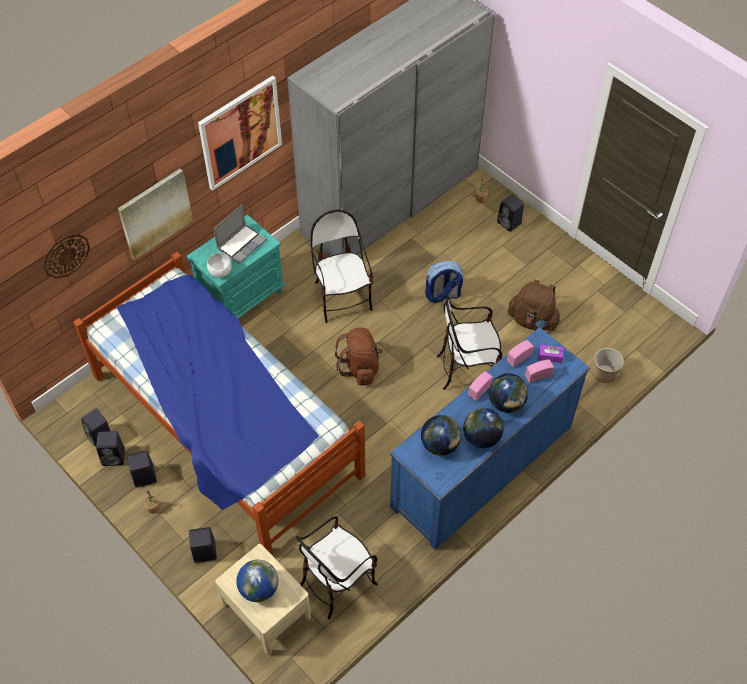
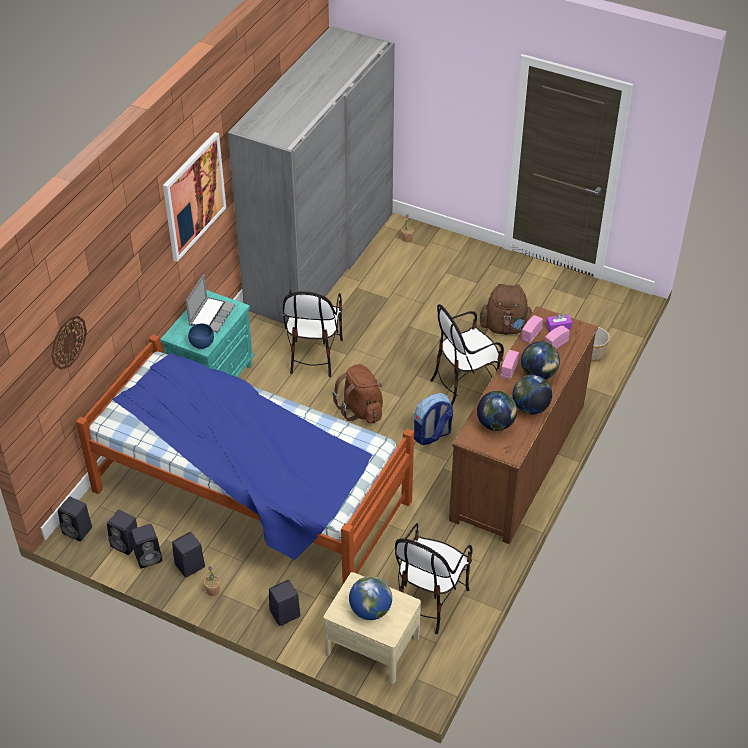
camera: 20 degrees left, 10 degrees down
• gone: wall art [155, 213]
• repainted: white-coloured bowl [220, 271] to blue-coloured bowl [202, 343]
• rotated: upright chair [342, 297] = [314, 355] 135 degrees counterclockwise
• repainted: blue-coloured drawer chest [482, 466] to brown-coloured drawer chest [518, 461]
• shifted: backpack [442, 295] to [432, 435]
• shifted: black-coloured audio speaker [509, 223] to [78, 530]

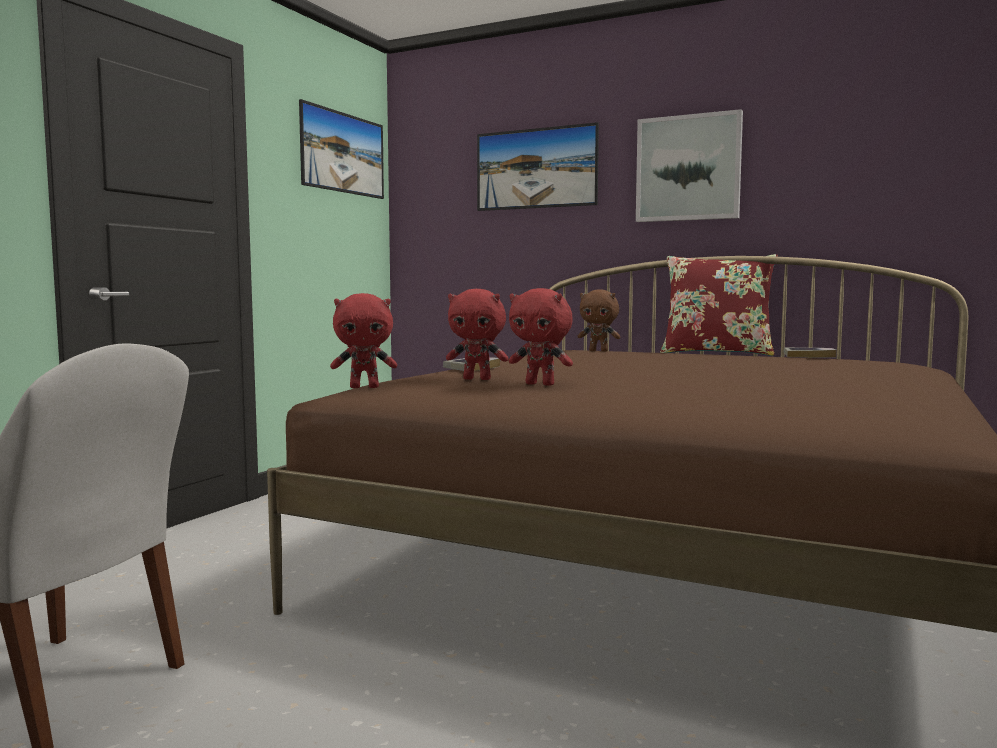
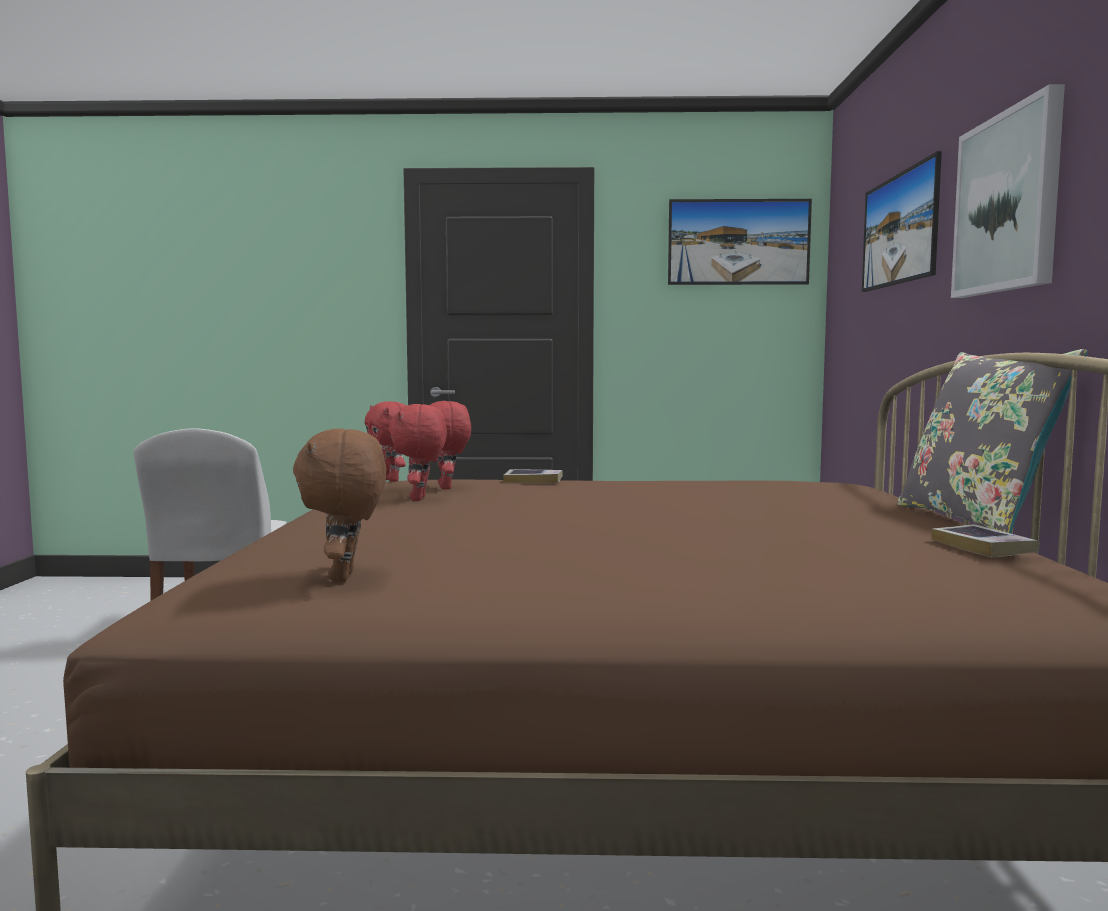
camera: 65 degrees right, 0 degrees up
• shifted: brown-coloured plush toy [599, 351] to [345, 577]
• repainted: reddish pillow [717, 353] to greyish pillow [976, 520]

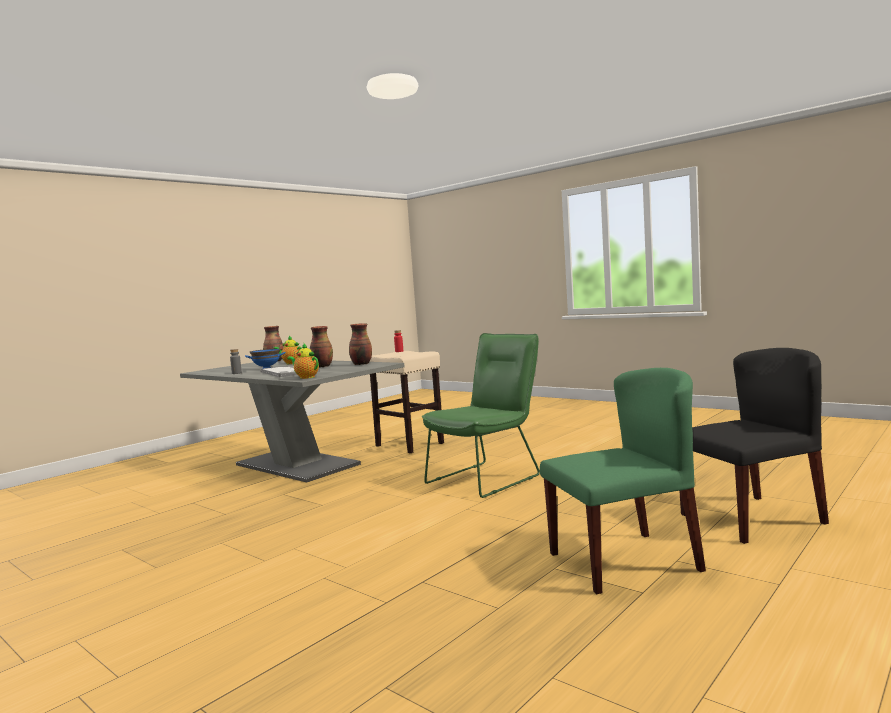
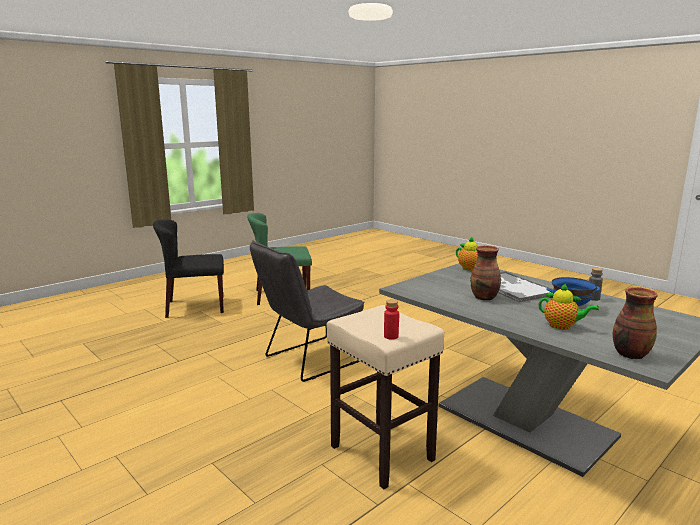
camera: 175 degrees left, 10 degrees up
• gone: decorative vase [361, 364]
• repainted: green-coloured upright chair [488, 477] to greyish upright chair [309, 360]

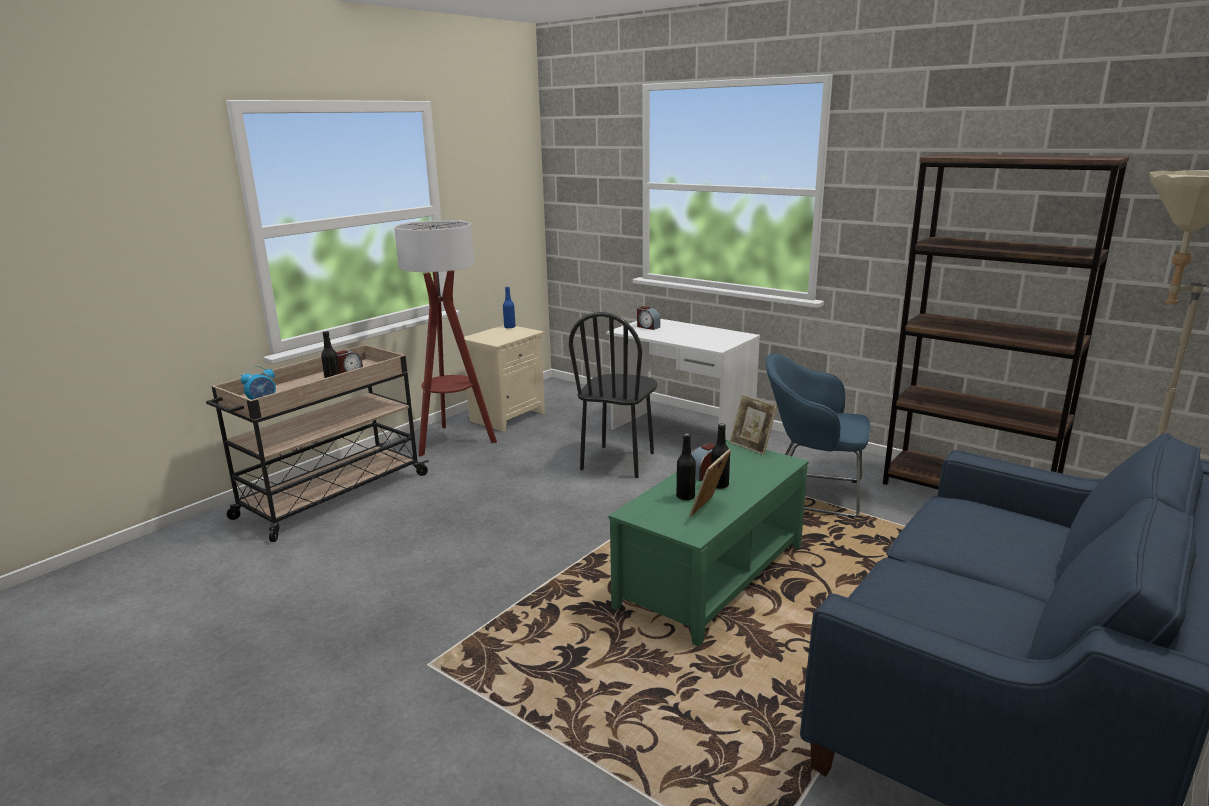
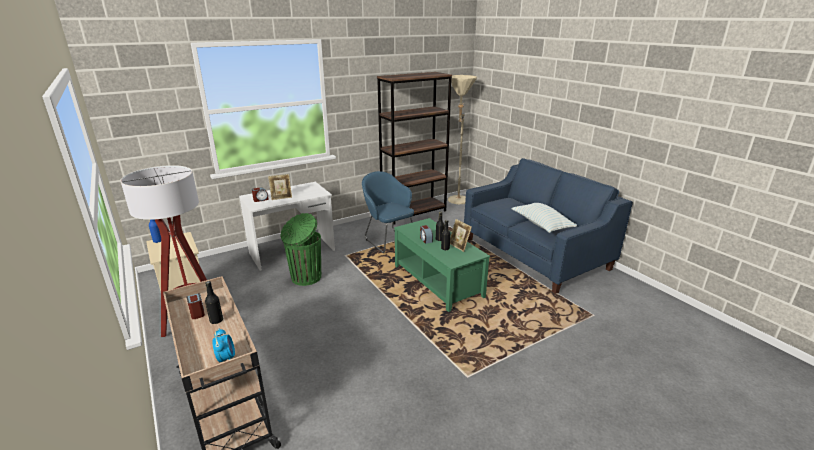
camera: 70 degrees left, 5 degrees up
• swapped: black-coloured upright chair [618, 461] to green-coloured rubbish bin [305, 278]
• shifted: picture frame [751, 446] to [281, 197]
• rotated: blue-coloured armchair [811, 493] = [388, 240] 105 degrees clockwise
• new: pillow [541, 225]

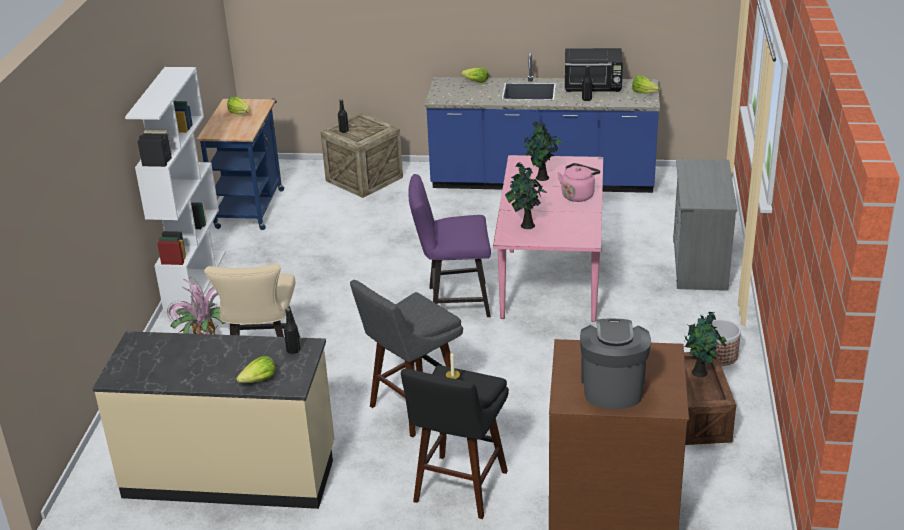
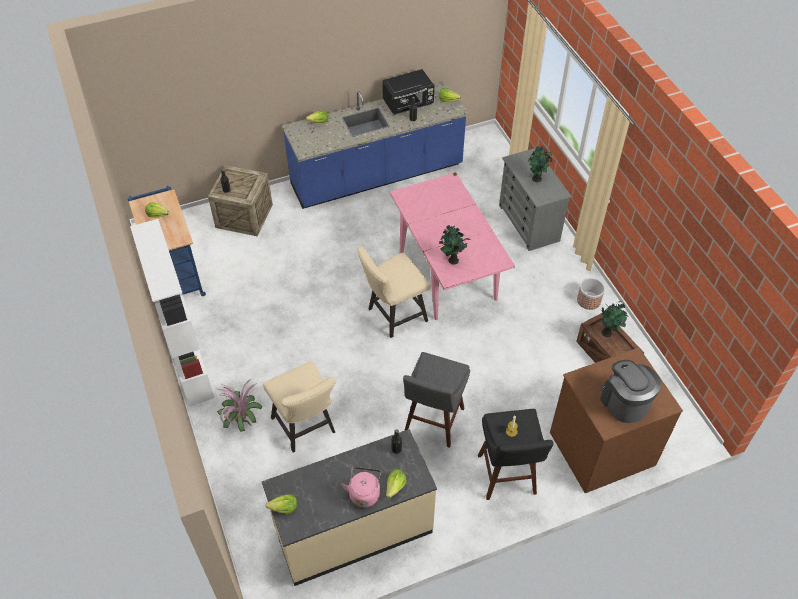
camera: 30 degrees left, 20 degrees up
• repainted: purple-coloured upright chair [453, 301] to beige-coloured upright chair [393, 316]
• shifted: potted plant [542, 178] to [536, 179]
• shifted: pinkish tea kettle [578, 195] to [364, 493]
• new: head of lettuce [284, 508]

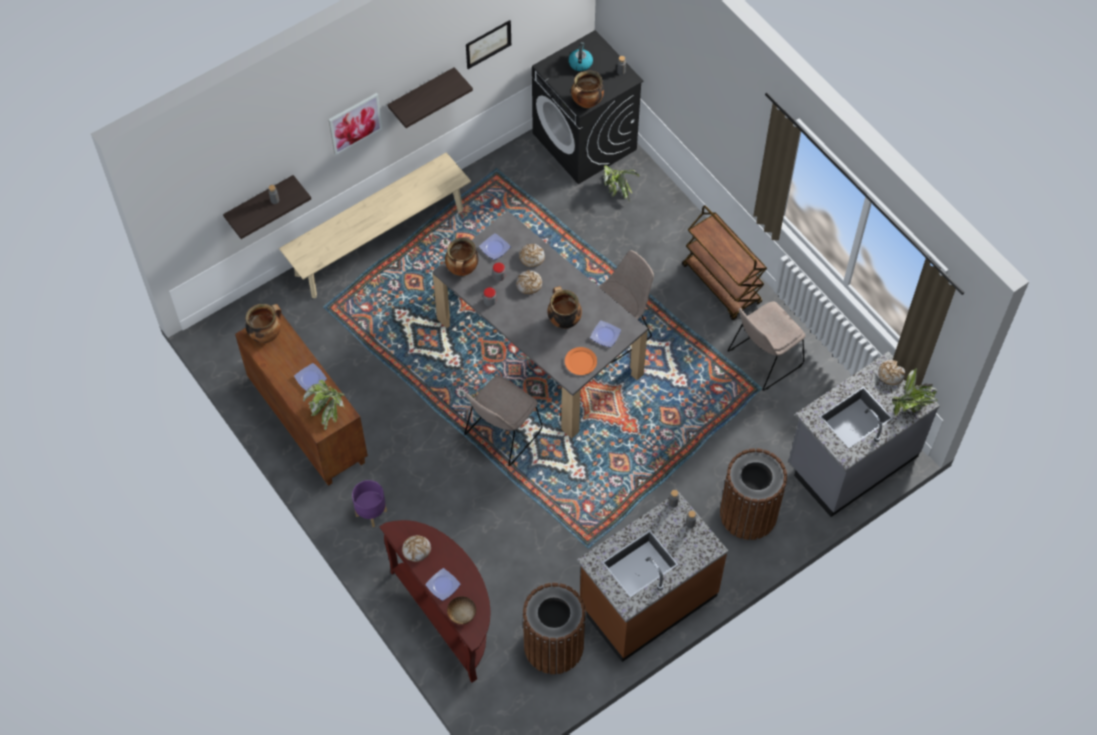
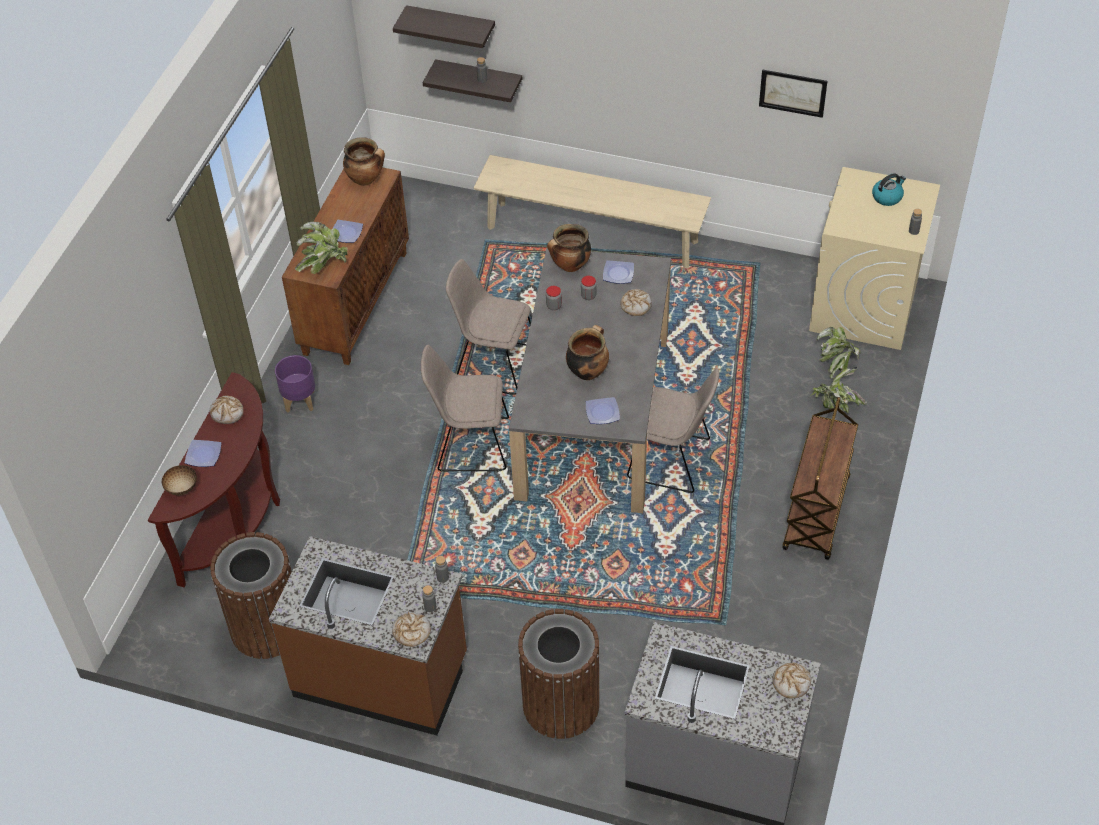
camera: 55 degrees right, 10 degrees down
• gone: wall art [355, 123]
• shifted: shelf [421, 94] to [451, 26]
• shifted: bakery bread [529, 284] to [411, 632]
• repainted: black-coloured washing machine [585, 142] to beige-coloured washing machine [864, 307]
• gone: orangey plate [580, 362]
• gone: stockpot [586, 103]
• shifted: beige-coloured upright chair [763, 359] to [493, 364]
• shifted: potted plant [912, 404] to [834, 405]

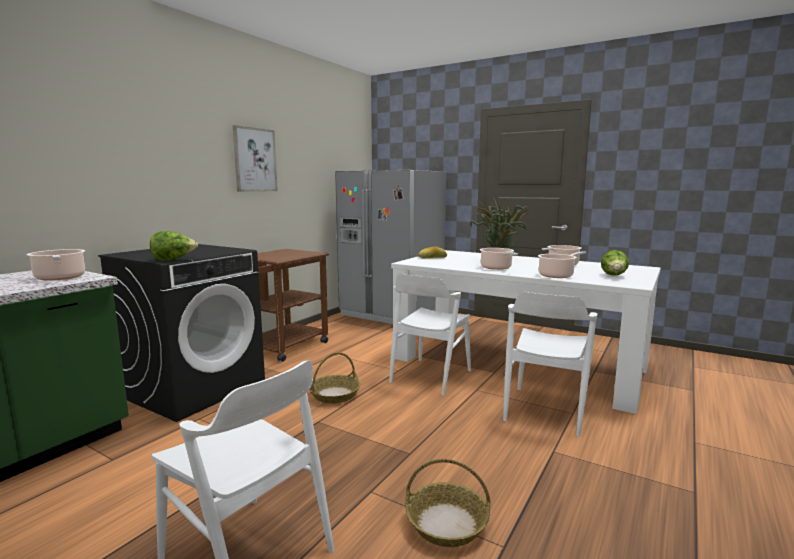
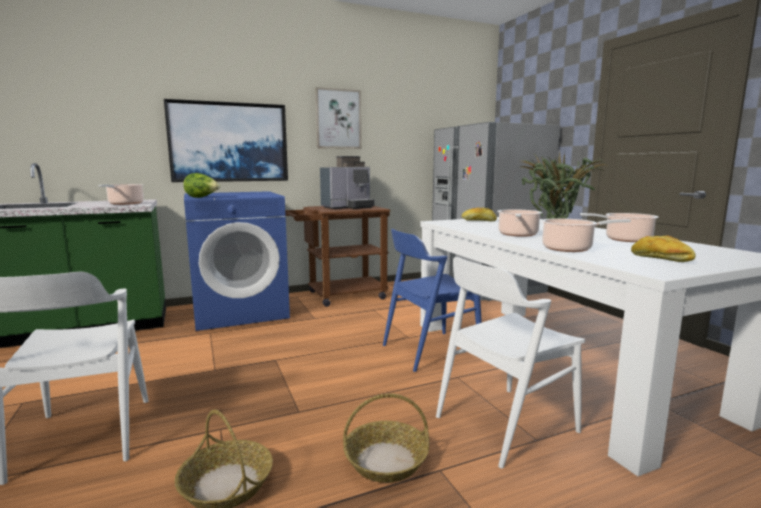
camera: 35 degrees right, 0 degrees up
• repainted: black-coloured washing machine [194, 388] to blue-coloured washing machine [240, 311]
• shifted: basket [334, 395] to [385, 461]
• repainted: white-coloured upright chair [430, 376] to blue-coloured upright chair [430, 350]
• swapped: head of lettuce [614, 276] to bakery bread [660, 259]
• new: wall art [229, 142]
• new: coffee machine [348, 207]

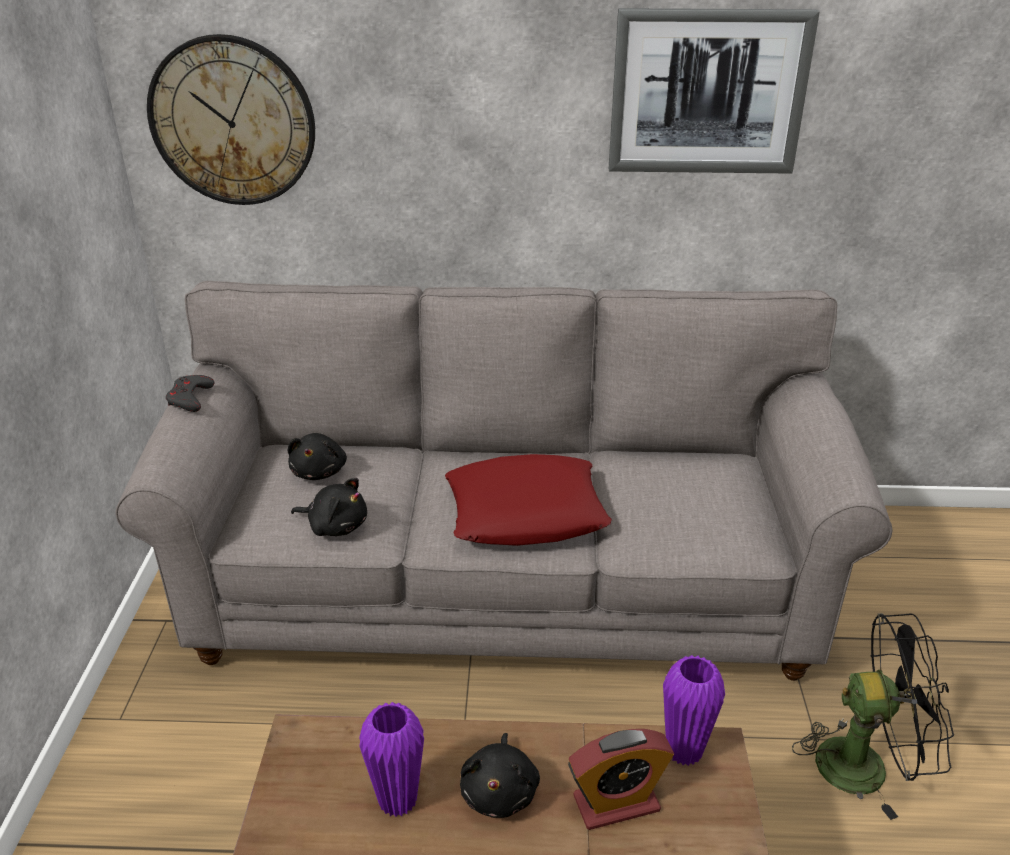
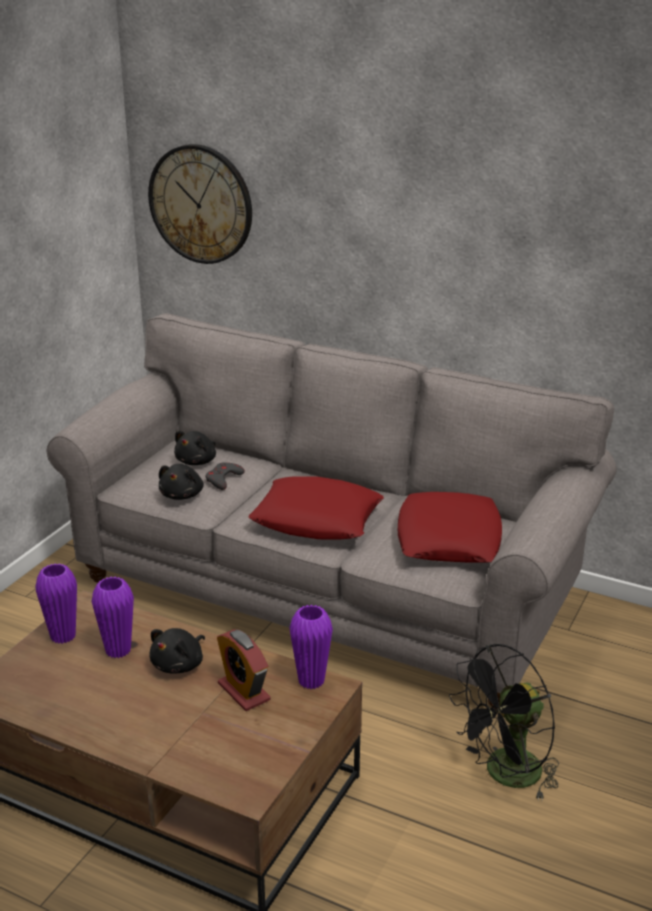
camera: 25 degrees right, 5 degrees down
• shifted: greyish game controller [190, 398] to [223, 479]
• rotated: black-coloured plush toy [335, 525] = [182, 495] 60 degrees clockwise
• rotated: alarm clock [616, 803] = [244, 692] 45 degrees clockwise
• gone: wall art [708, 92]
• rotated: black-coloured electric fan [866, 764] = [505, 776] 120 degrees clockwise
• new: purple-coloured decorative vase [63, 636]
• new: reddish pillow [449, 538]

